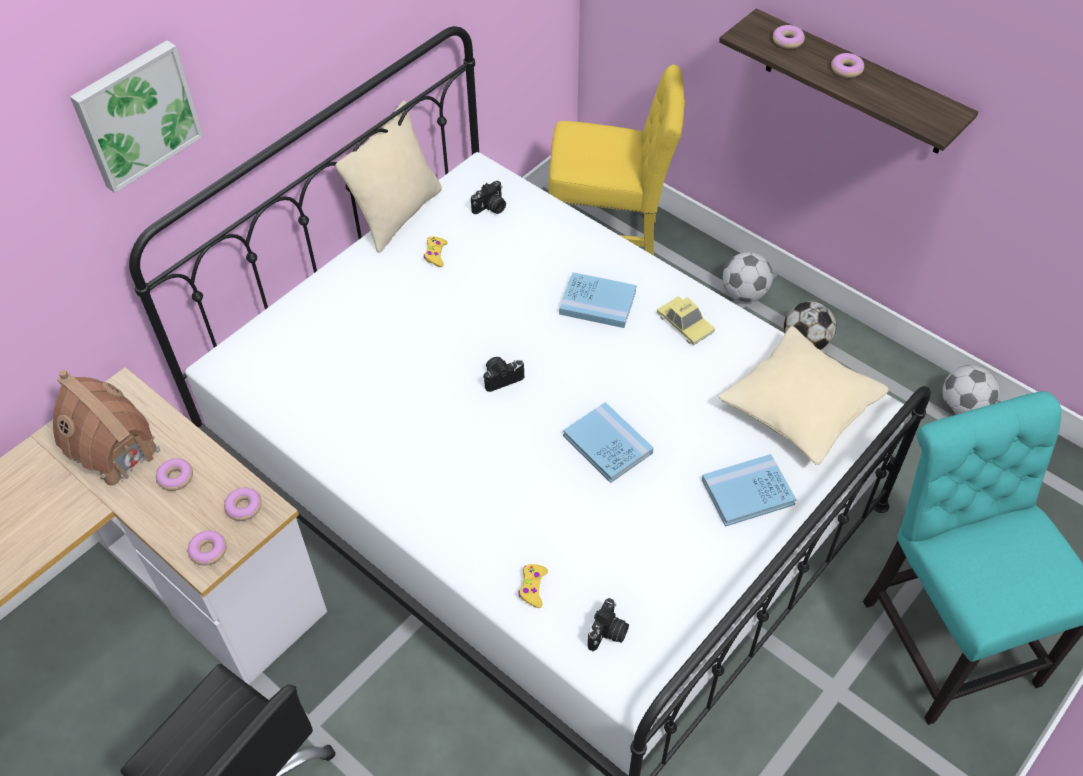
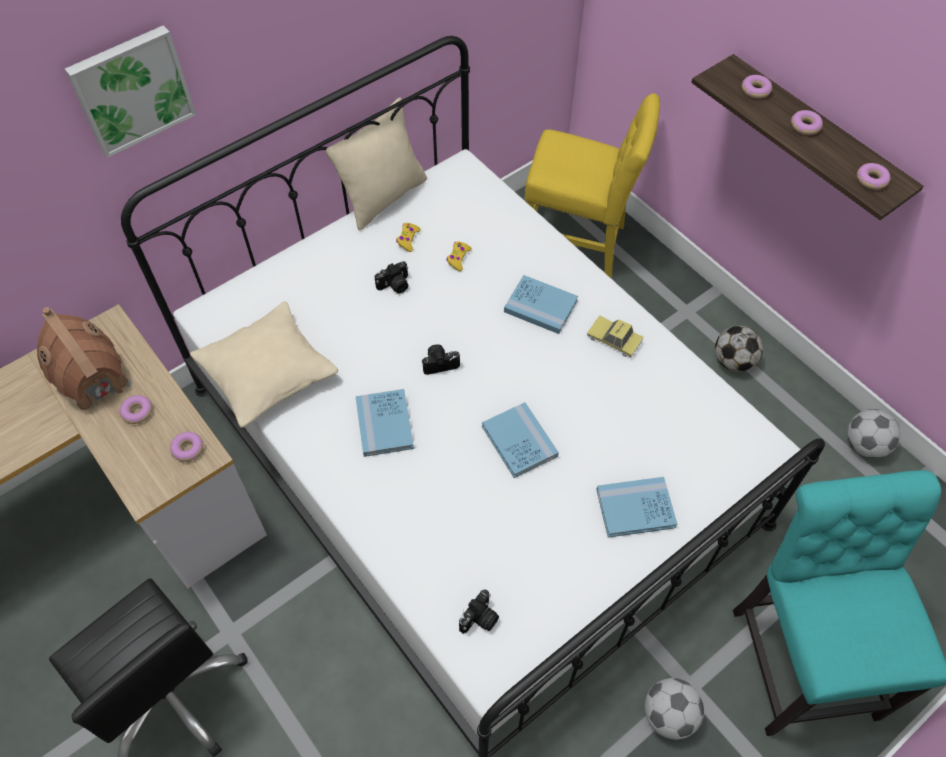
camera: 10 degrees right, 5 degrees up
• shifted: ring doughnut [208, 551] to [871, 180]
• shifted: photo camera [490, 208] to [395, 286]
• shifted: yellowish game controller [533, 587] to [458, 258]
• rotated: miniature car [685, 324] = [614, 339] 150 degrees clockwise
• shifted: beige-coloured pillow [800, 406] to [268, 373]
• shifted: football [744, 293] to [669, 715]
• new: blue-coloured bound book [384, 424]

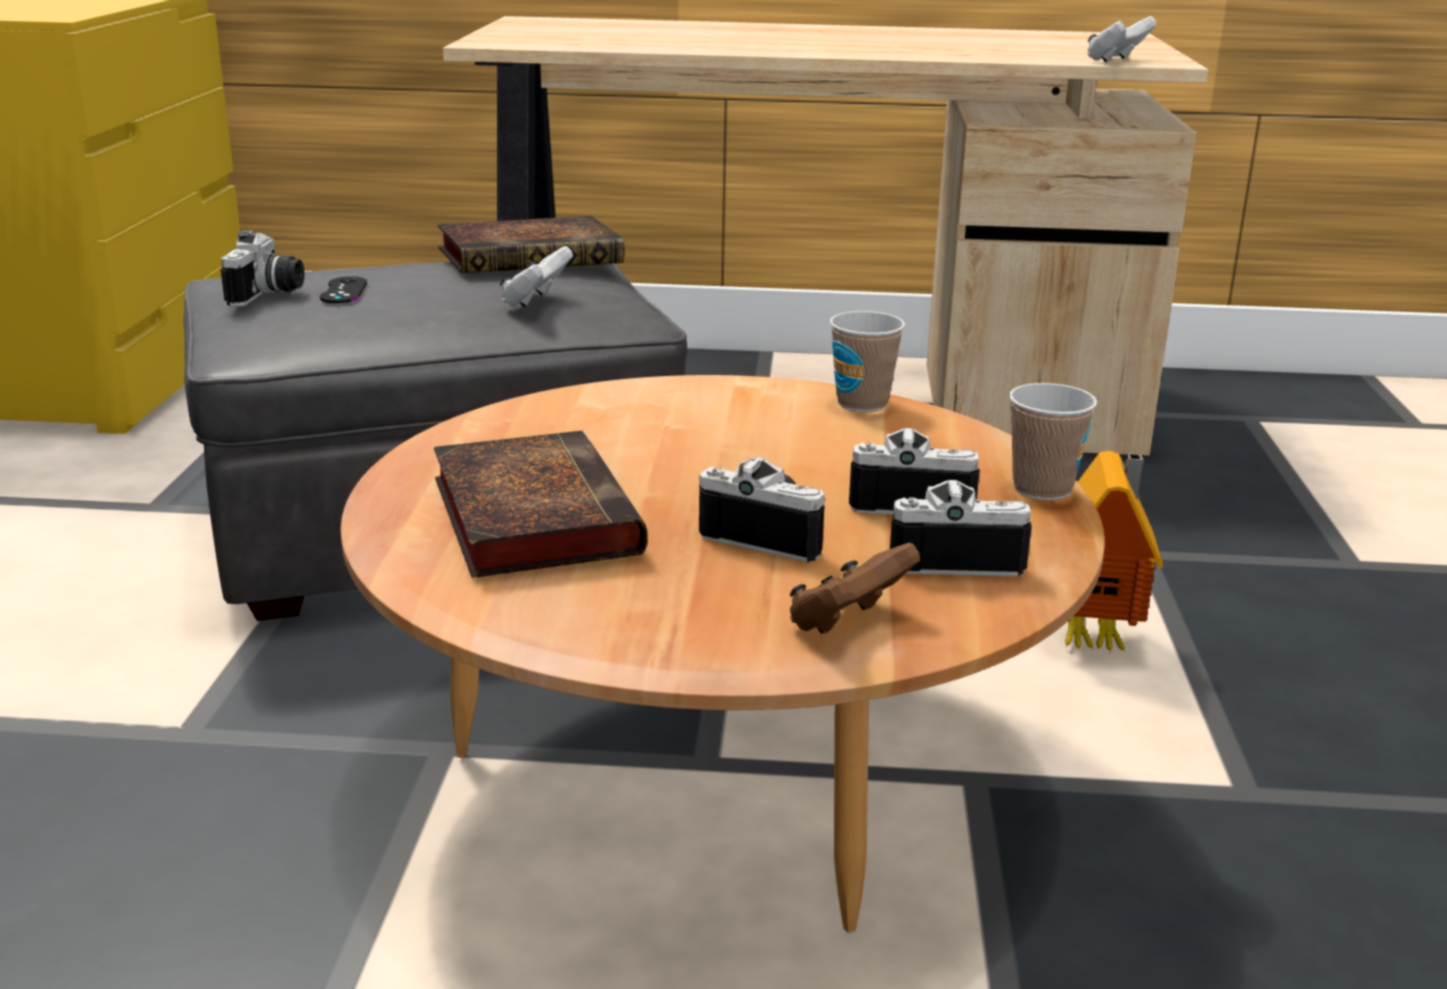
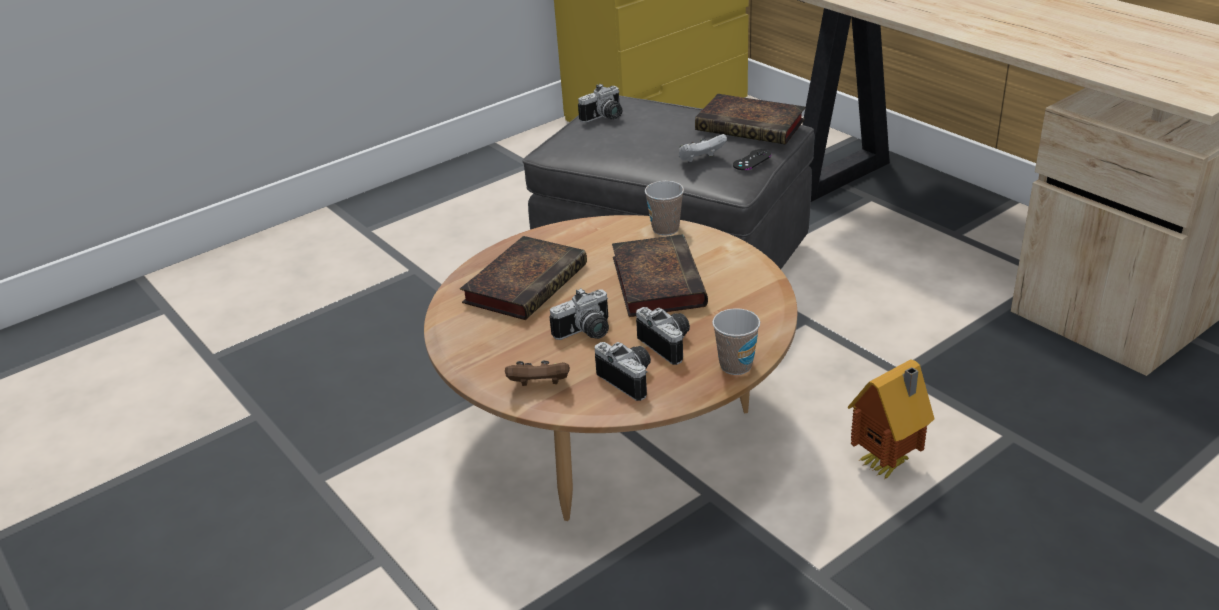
camera: 50 degrees right, 10 degrees up
• shifted: black-coloured game controller [343, 291] to [752, 160]
• rotated: photo camera [770, 535] = [587, 333] 75 degrees clockwise
• shifted: drinking cup [862, 403] to [665, 229]
• gone: white-coloured game controller [1116, 60]
• new: bound book [656, 280]

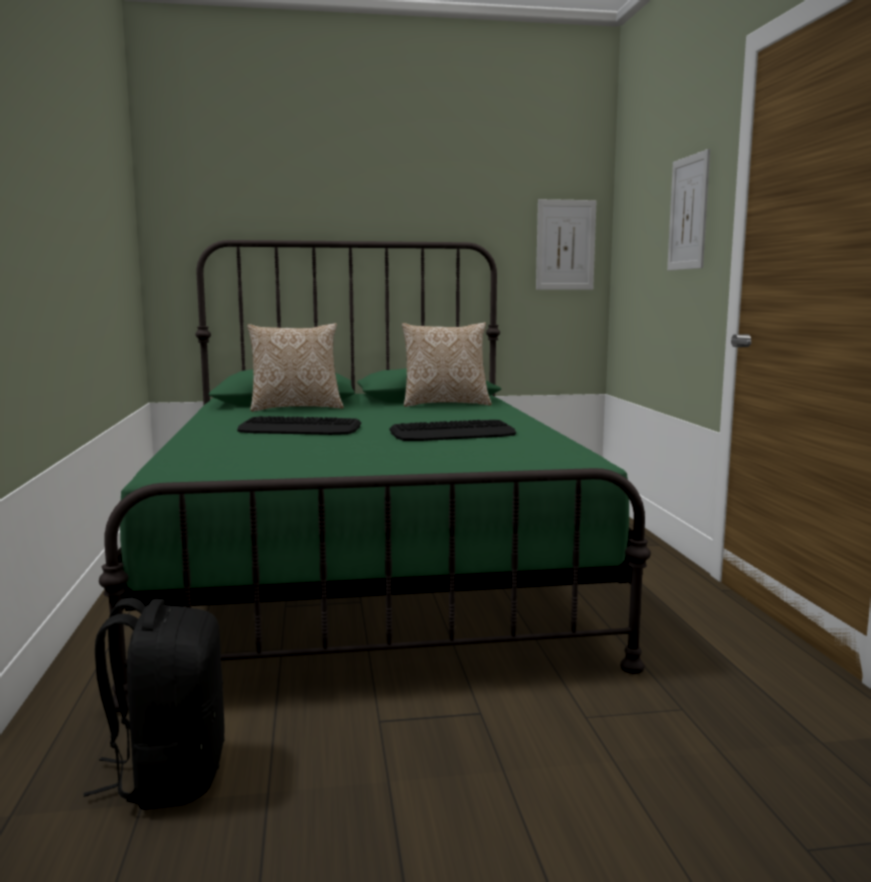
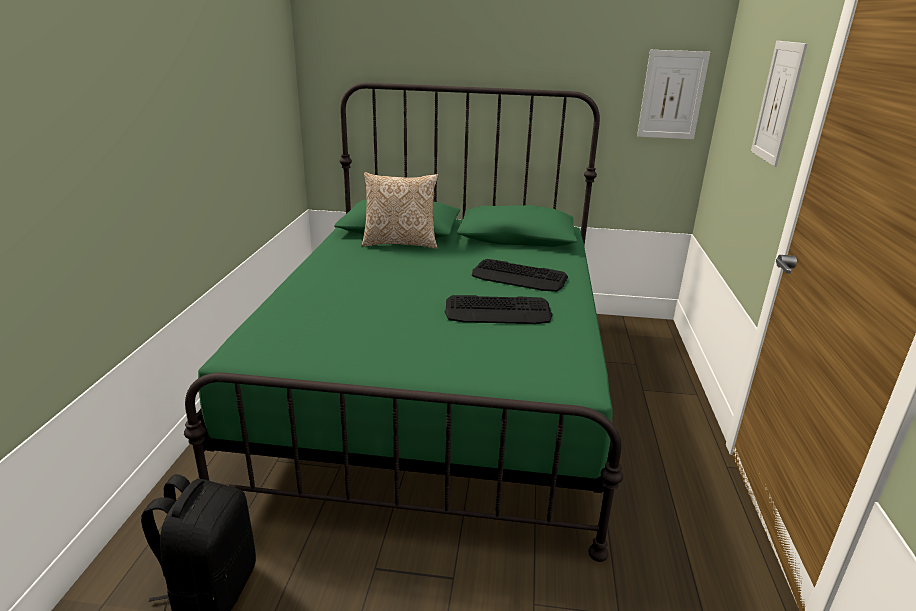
camera: 15 degrees right, 15 degrees up
• shifted: keyboard [300, 429] to [519, 277]
• gone: pillow [445, 404]

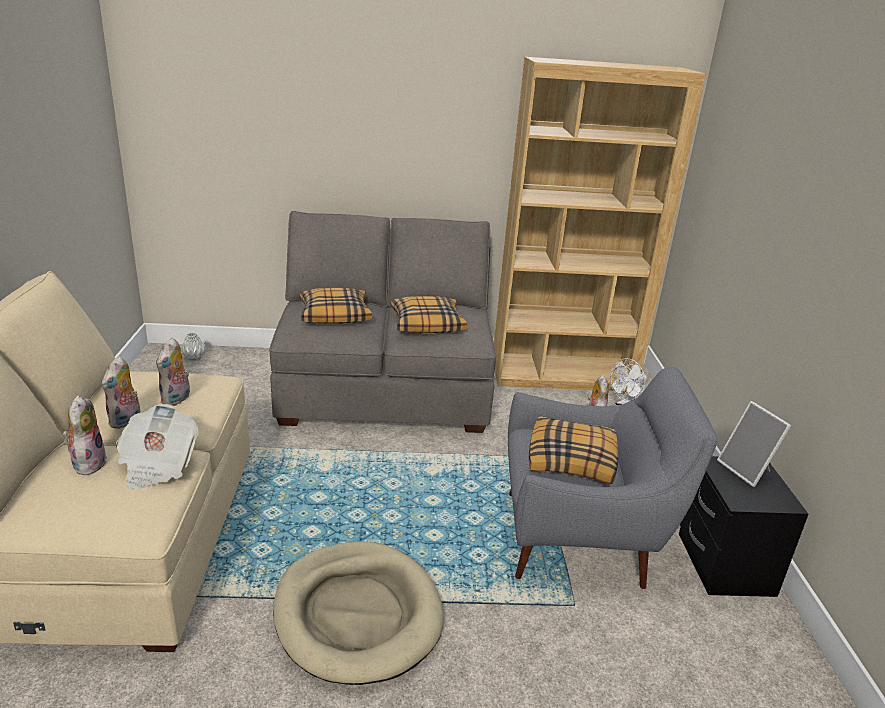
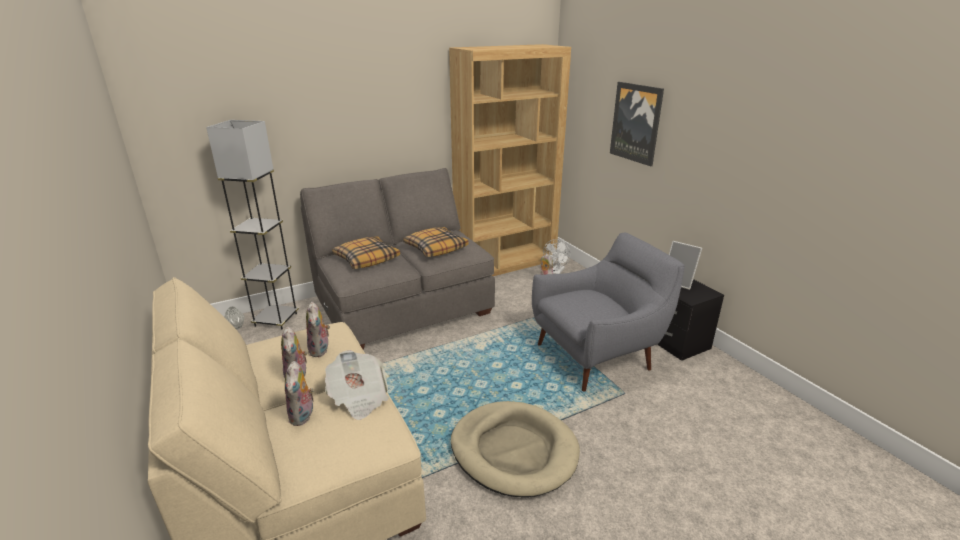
camera: 25 degrees left, 0 degrees up
• rotated: plush toy [88, 463] = [303, 416] 150 degrees counterclockwise
• gone: pillow [572, 460]
• new: greyish floor lamp [276, 320]
• new: wall art [636, 123]

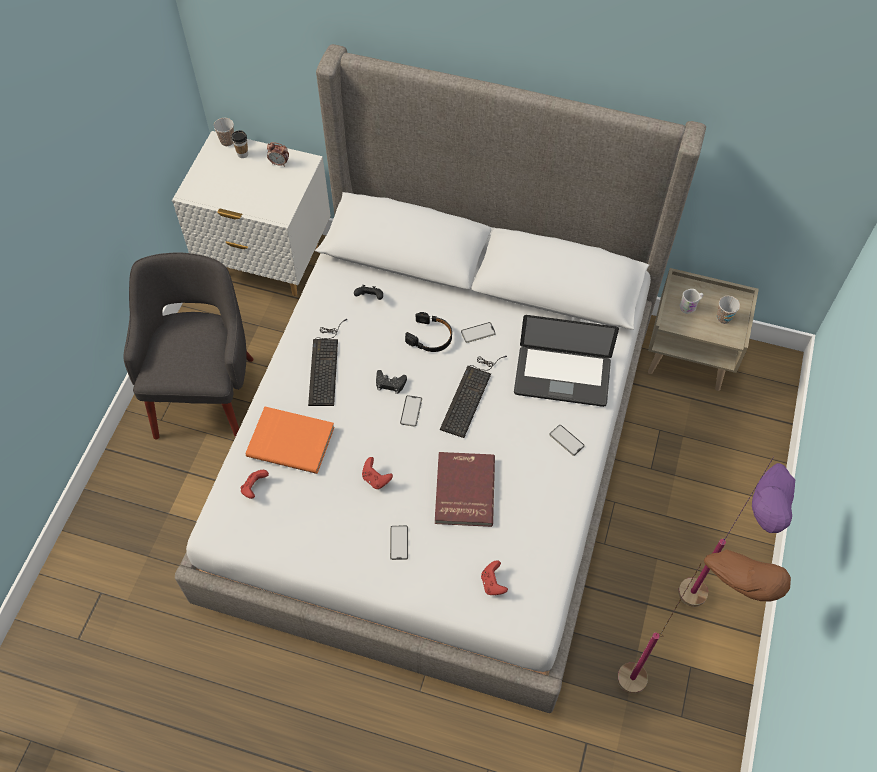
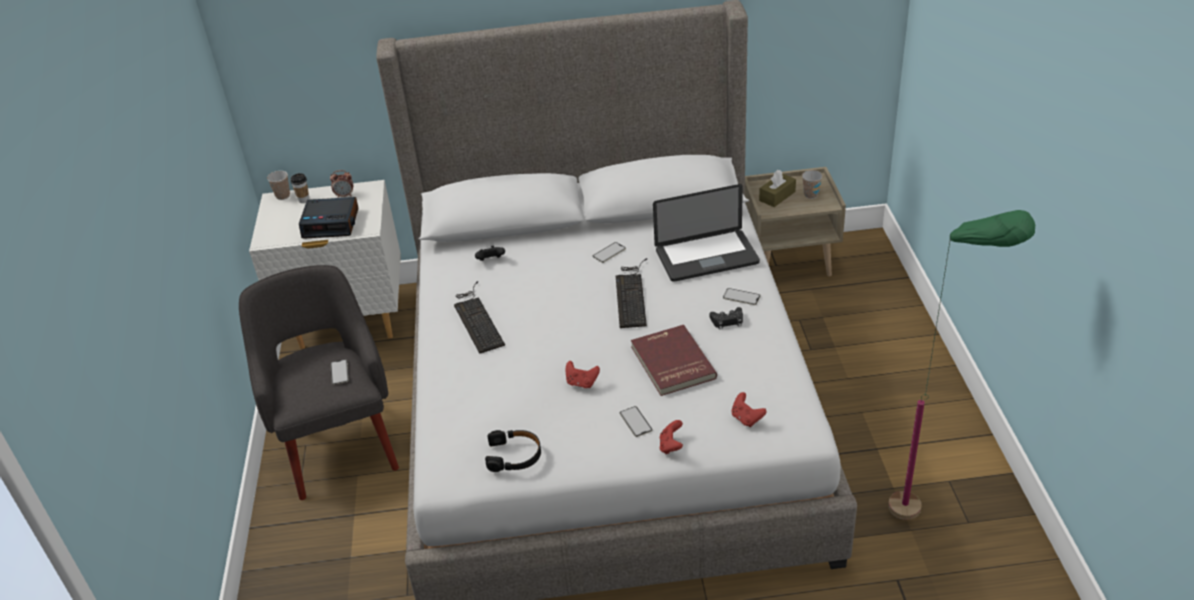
camera: 20 degrees left, 20 degrees down
• shifted: reddish game controller [254, 488] to [671, 446]
• gone: orangey bound book [291, 440]
• shifted: black-coloured game controller [390, 383] to [727, 321]
• shifted: telephone [411, 411] to [339, 372]
• shifted: black-coloured headphones [430, 337] to [514, 455]
• repainted: brown-coloured floor lamp [655, 689] to green-coloured floor lamp [930, 510]
• gone: purple-coloured floor lamp [689, 619]
• swapped: white-coloured tea mug [690, 306] to brown-coloured tissue holder [777, 196]
• new: alarm clock [331, 223]

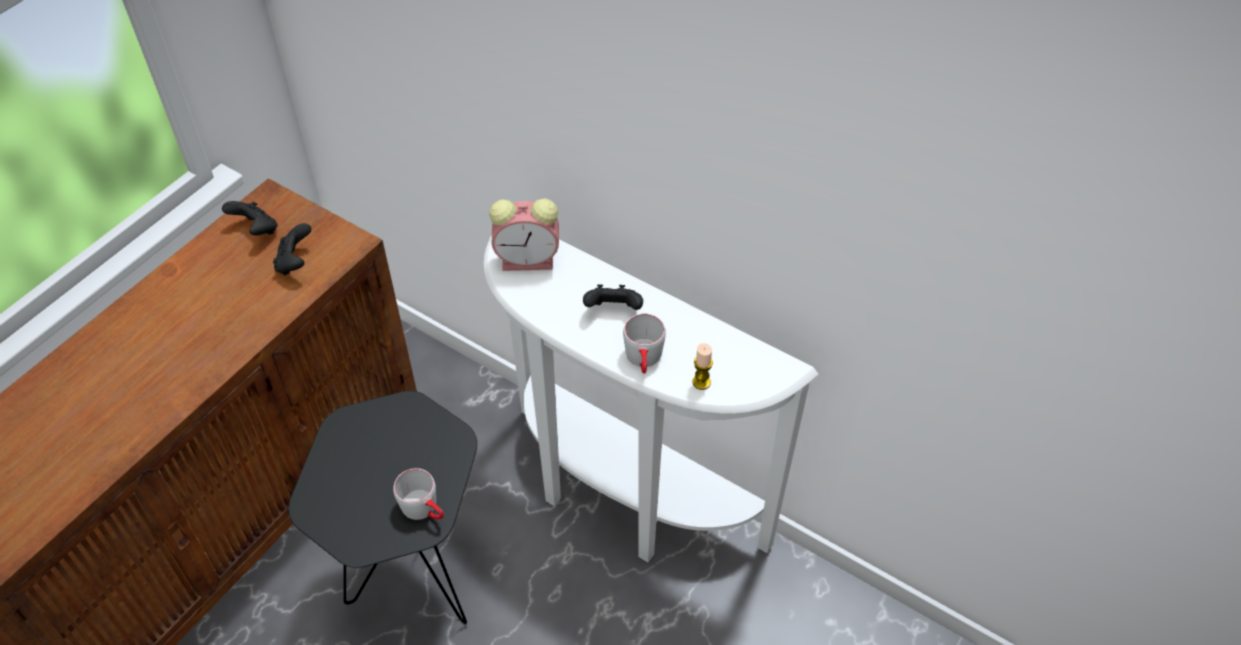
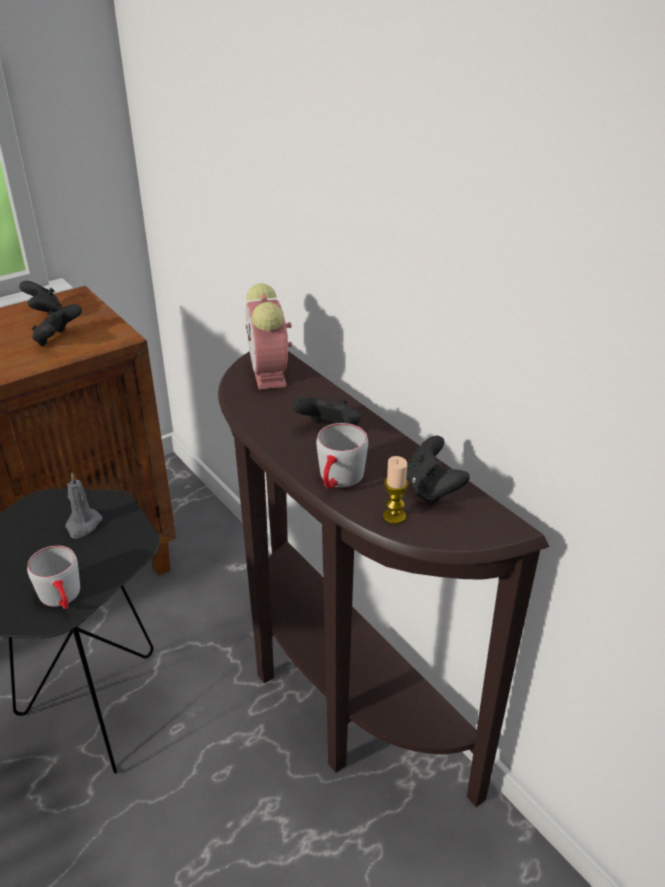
camera: 20 degrees right, 15 degrees down
• repainted: white-coloured hall table [623, 500] to brown-coloured hall table [337, 699]
• rotated: alarm clock [530, 259] = [270, 375] 60 degrees clockwise
• new: greyish wax candle [83, 525]
• new: black-coloured game controller [431, 489]

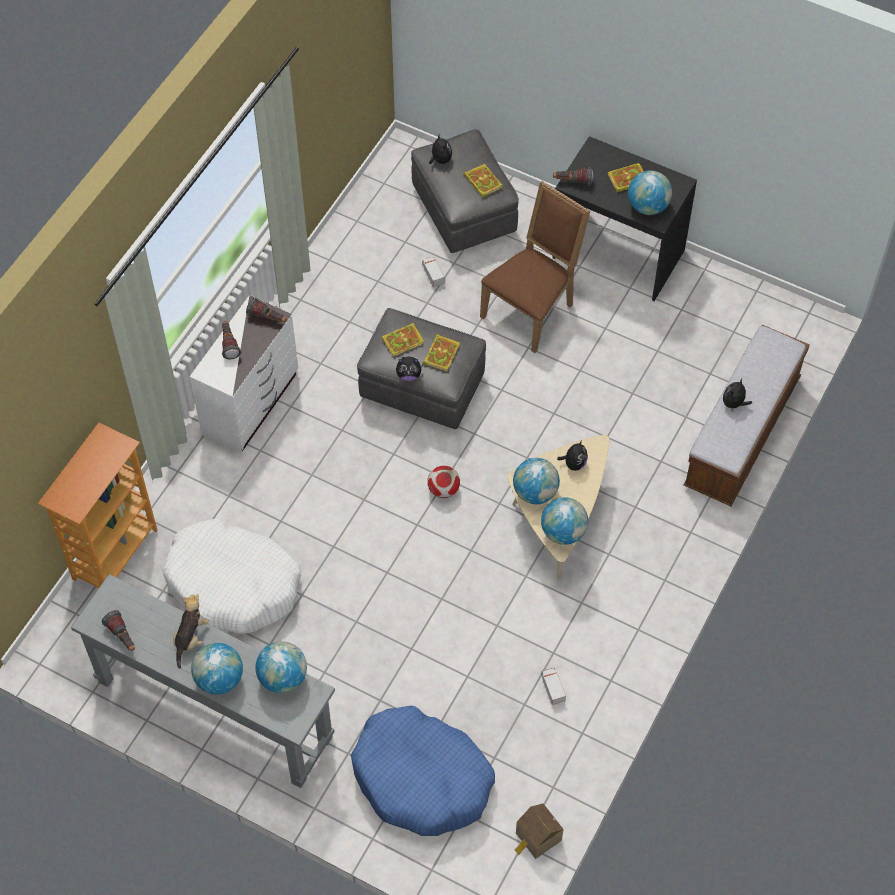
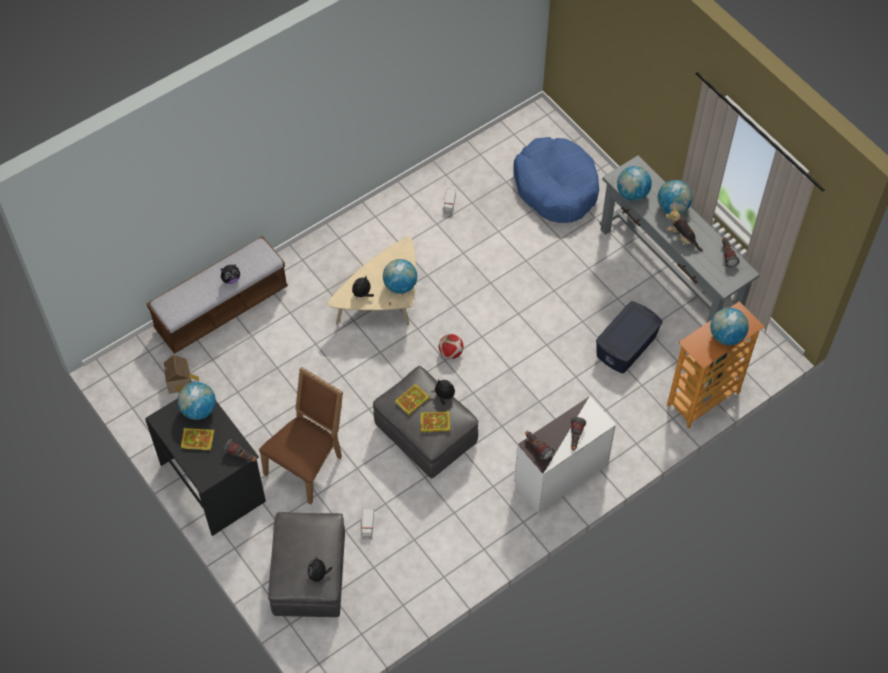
camera: 155 degrees left, 0 degrees up
• swapped: white-coloured pet bed [233, 585] to blue-coloured storage box [627, 346]
• rotated: plush toy [191, 638] = [682, 238] 90 degrees clockwise
• gone: bound book [482, 181]
• rotated: brown-coloured upright chair [532, 309] = [308, 463] 150 degrees clockwise
• shifted: model house [537, 838] to [181, 381]
• shifted: desk globe [563, 532] to [726, 336]

